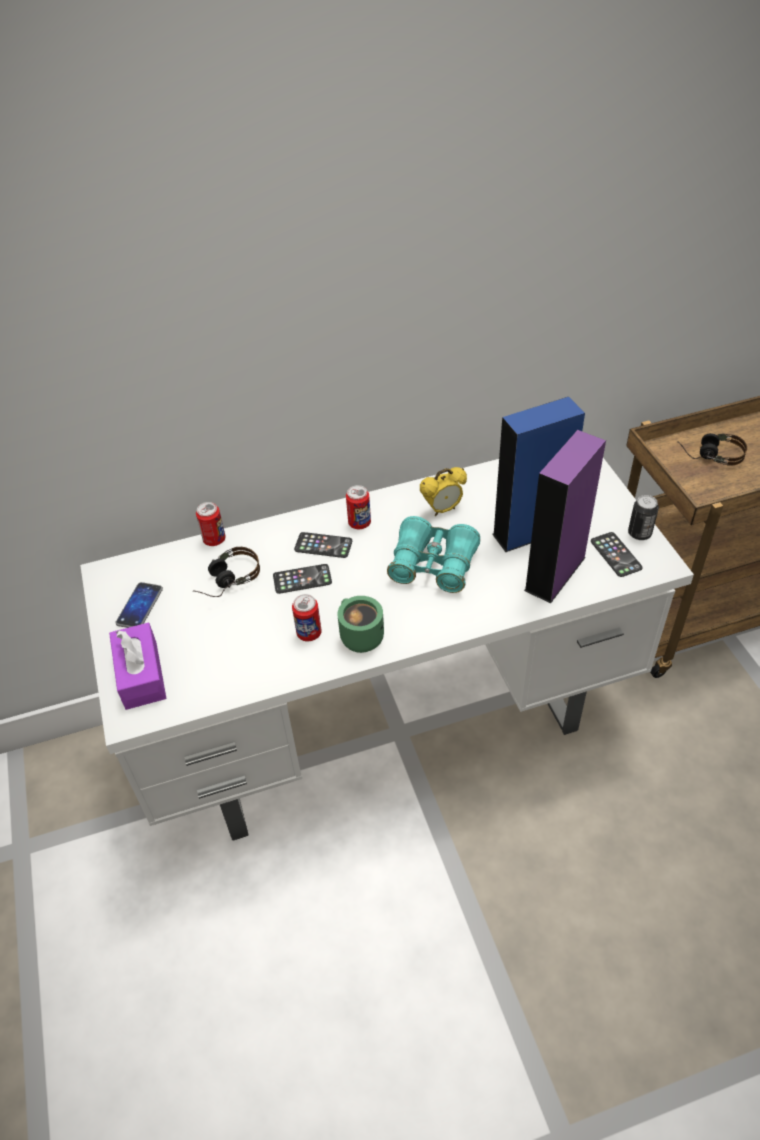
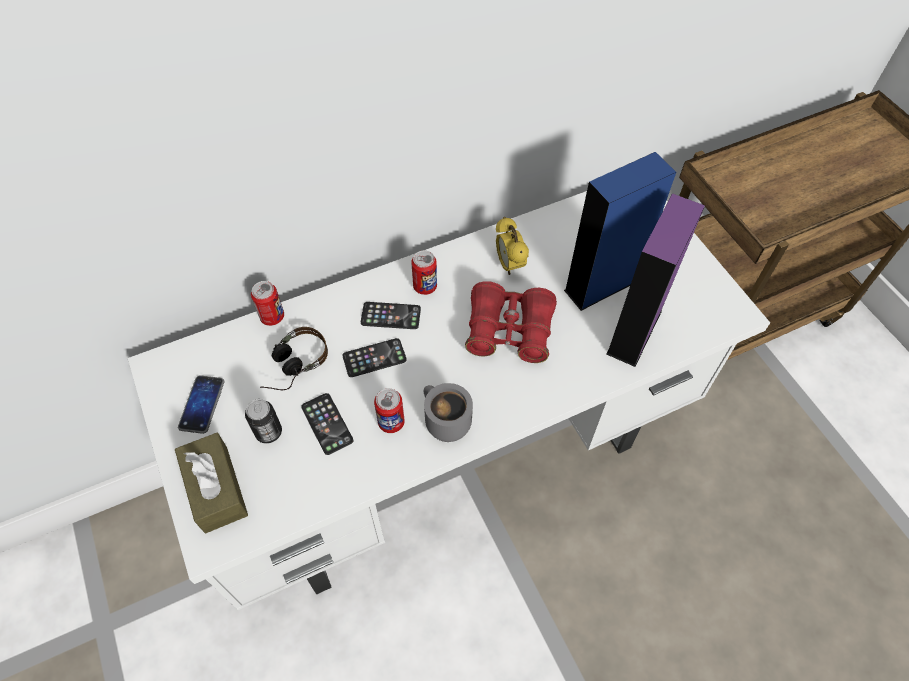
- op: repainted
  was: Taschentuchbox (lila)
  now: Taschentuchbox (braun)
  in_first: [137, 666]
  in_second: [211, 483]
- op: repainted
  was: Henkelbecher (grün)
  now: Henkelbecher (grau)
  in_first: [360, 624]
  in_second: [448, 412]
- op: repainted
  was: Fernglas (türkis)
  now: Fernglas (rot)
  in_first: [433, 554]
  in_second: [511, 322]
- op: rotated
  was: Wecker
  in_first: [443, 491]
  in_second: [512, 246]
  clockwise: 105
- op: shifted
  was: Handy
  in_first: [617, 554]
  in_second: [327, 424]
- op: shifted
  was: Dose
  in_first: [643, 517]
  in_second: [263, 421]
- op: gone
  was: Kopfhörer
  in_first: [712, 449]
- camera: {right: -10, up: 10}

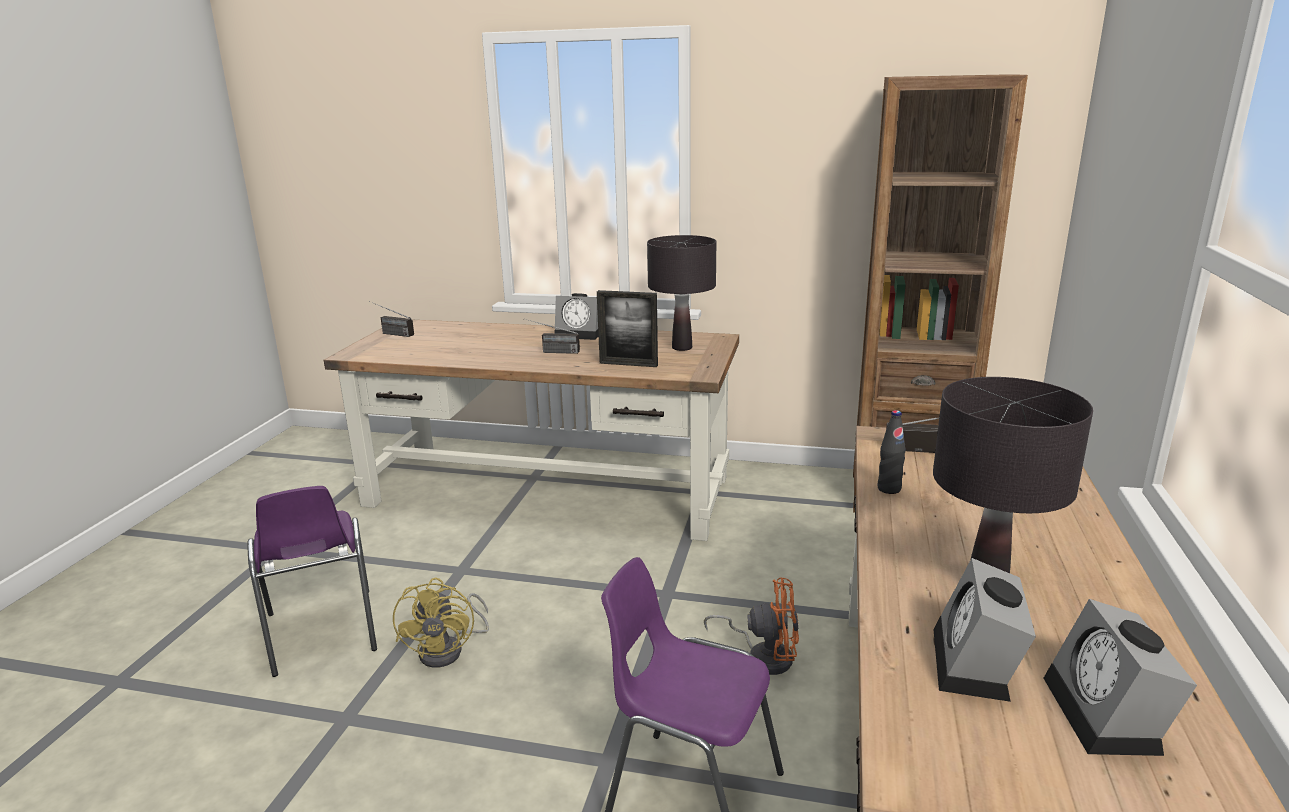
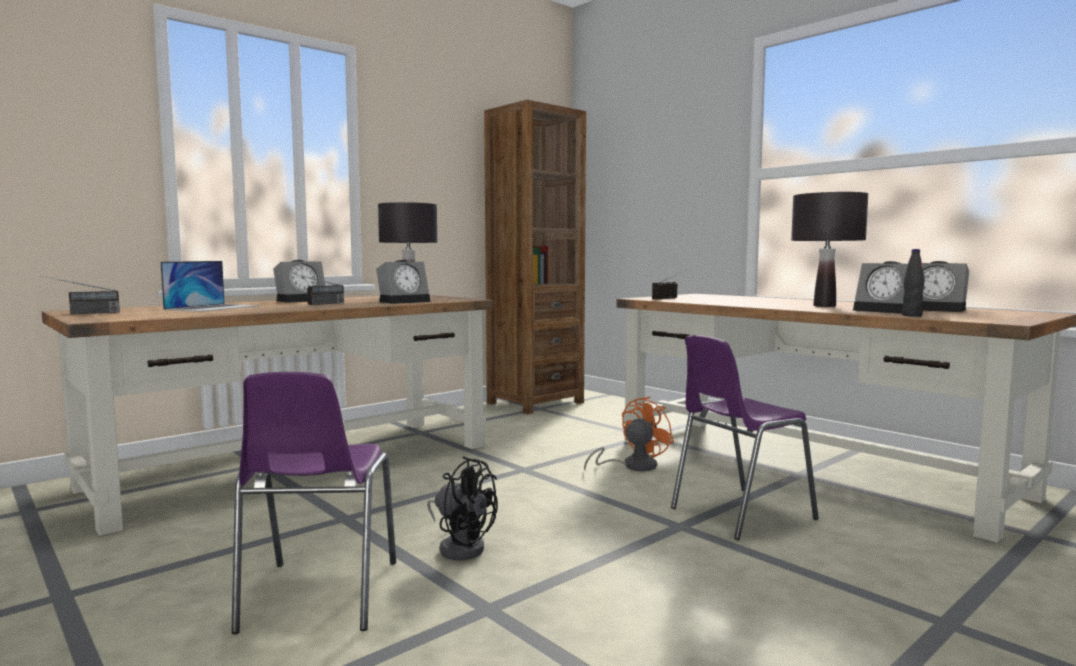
- op: rotated
  was: Stuhl (lila)
  in_first: [312, 581]
  in_second: [313, 503]
  clockwise: 75
- op: repainted
  was: Ventilator (gelb)
  now: Ventilator (schwarz)
  in_first: [441, 623]
  in_second: [462, 508]
- op: swapped
  was: Bilderrahmen
  now: Wecker
  in_first: [627, 328]
  in_second: [403, 282]
- op: shifted
  was: Flasche (schwarz)
  in_first: [892, 452]
  in_second: [913, 283]
- op: new
  now: Laptop
  in_second: [210, 286]
- camera: {right: -55, up: -15}

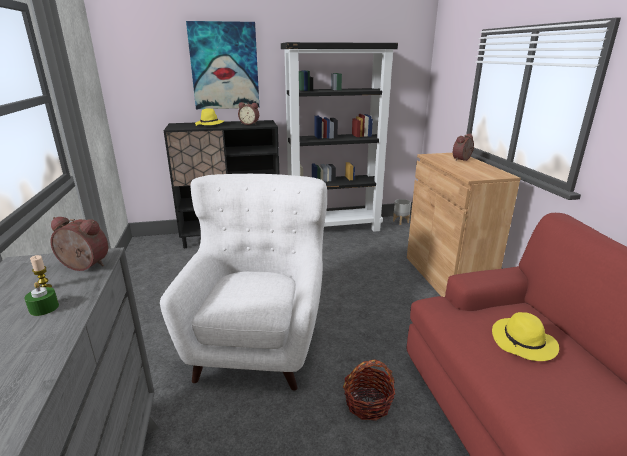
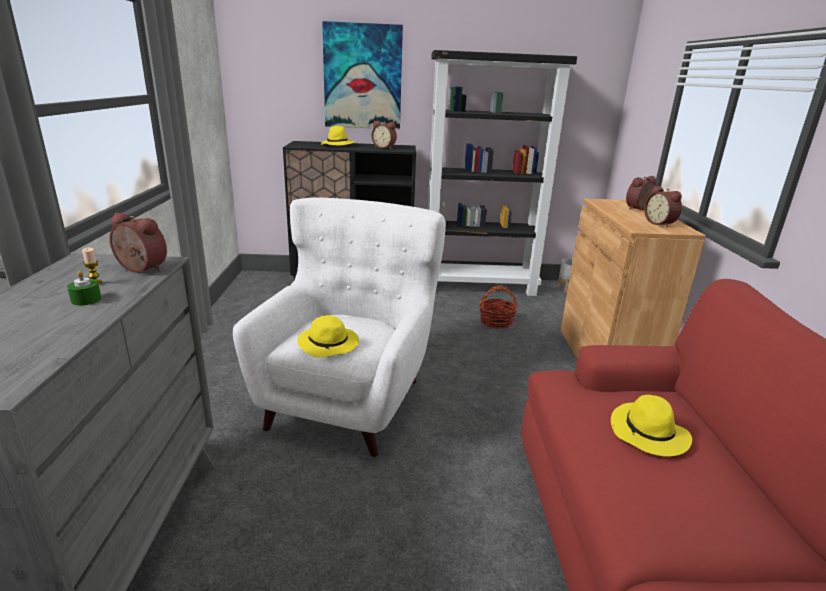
- op: shifted
  was: Korb
  in_first: [369, 390]
  in_second: [498, 307]
- op: new
  now: Hut (gelb)
  in_second: [328, 336]
- op: new
  now: Wecker
  in_second: [663, 206]
- camera: {right: 10, up: 0}

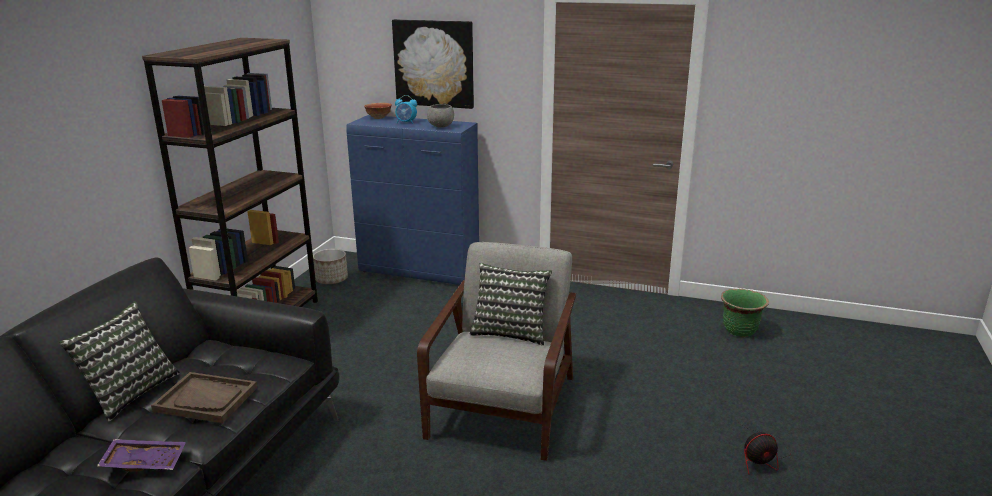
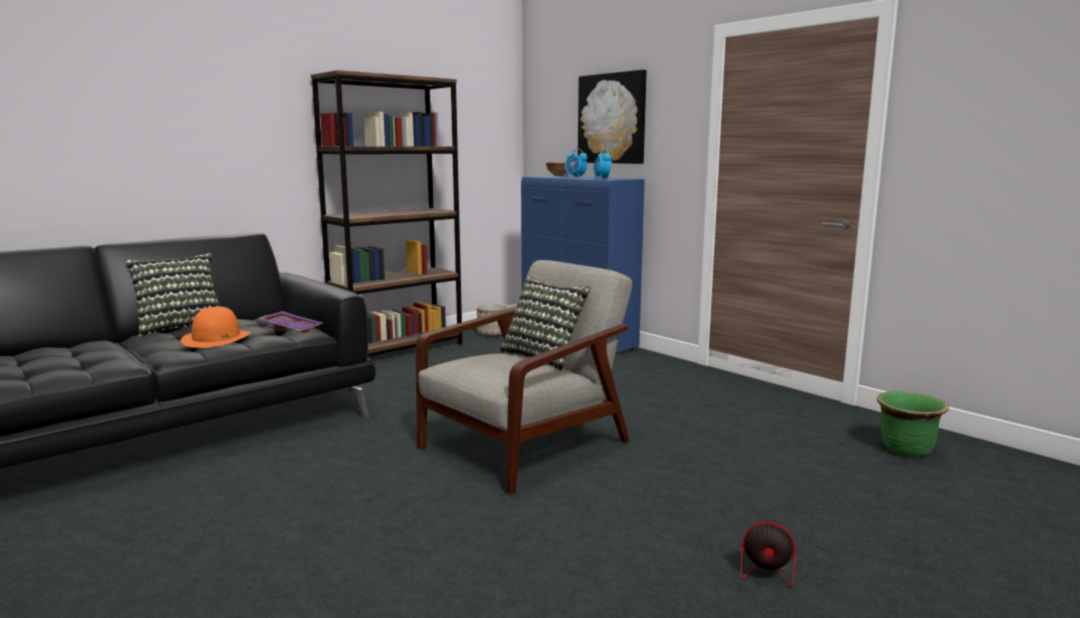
- op: shifted
  was: Tablett (lila)
  in_first: [141, 455]
  in_second: [291, 322]
- op: swapped
  was: Tablett (braun)
  now: Hut (orange)
  in_first: [204, 397]
  in_second: [216, 327]
- op: swapped
  was: Schüssel (grau)
  now: Wecker
  in_first: [440, 116]
  in_second: [602, 164]
- camera: {right: 30, up: -10}

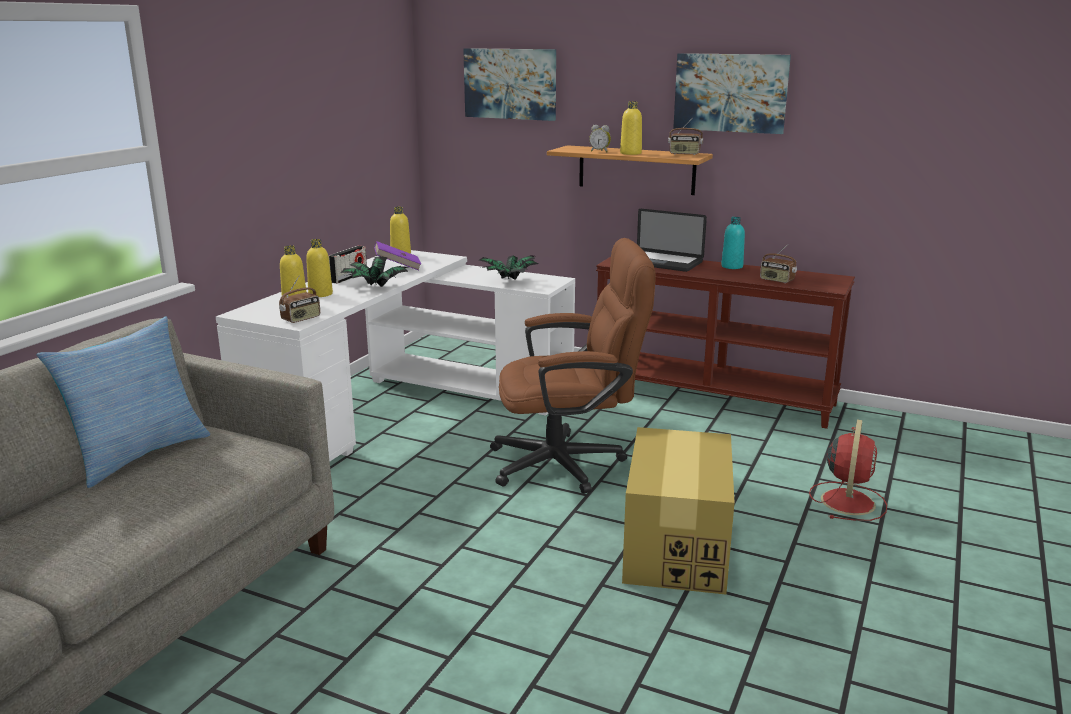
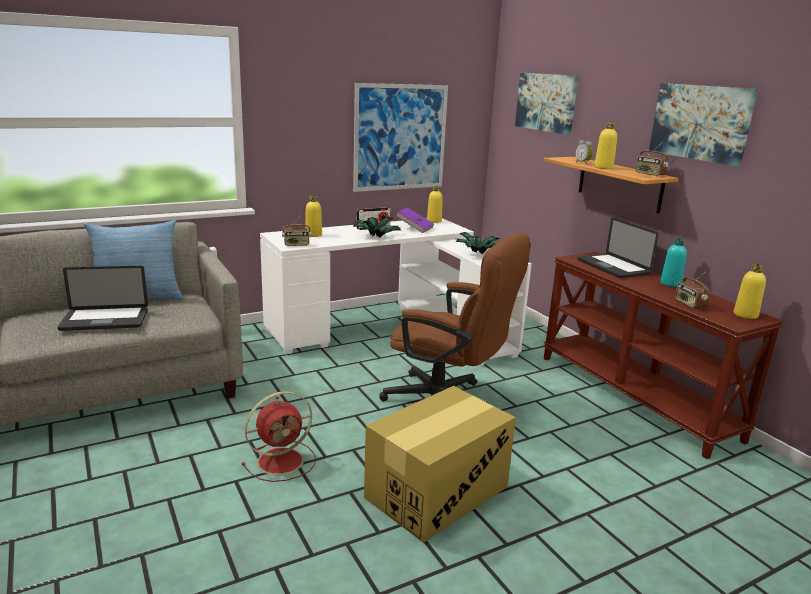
- op: shifted
  was: Flasche (gelb)
  in_first: [319, 268]
  in_second: [750, 291]
- op: shifted
  was: Ventilator (rot)
  in_first: [848, 470]
  in_second: [279, 436]
- op: new
  now: Laptop
  in_second: [102, 298]
- op: new
  now: Bild
  in_second: [400, 137]
- camera: {right: 35, up: 0}

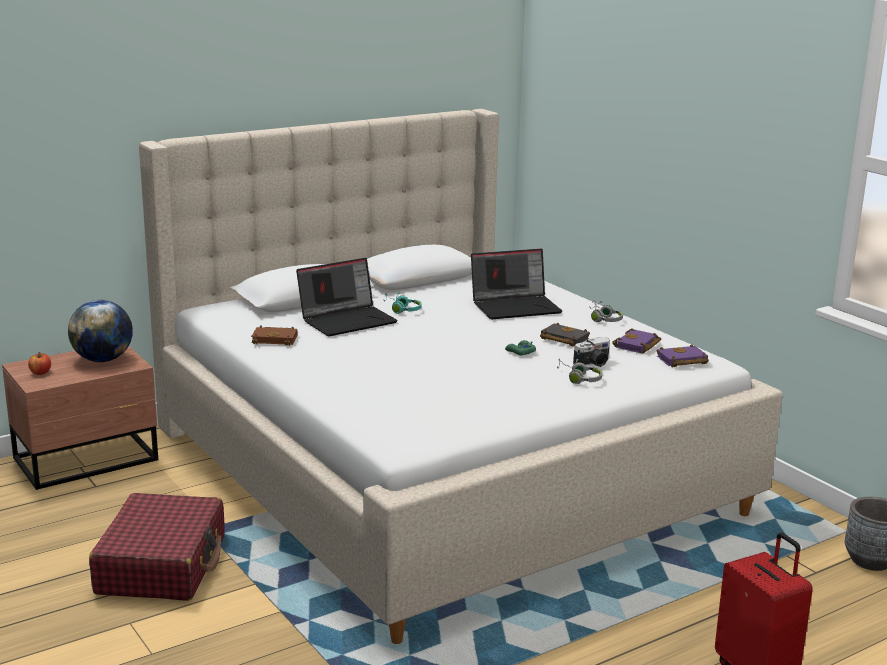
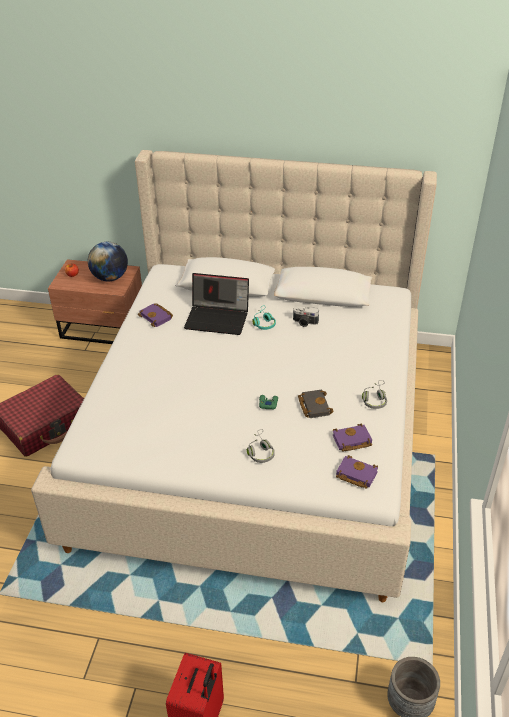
- op: repainted
  was: Buch (braun)
  now: Buch (lila)
  in_first: [274, 336]
  in_second: [155, 315]
- op: gone
  was: Laptop
  in_first: [516, 284]
- op: shifted
  was: Kamera
  in_first: [591, 352]
  in_second: [306, 316]
- camera: {right: 45, up: 20}

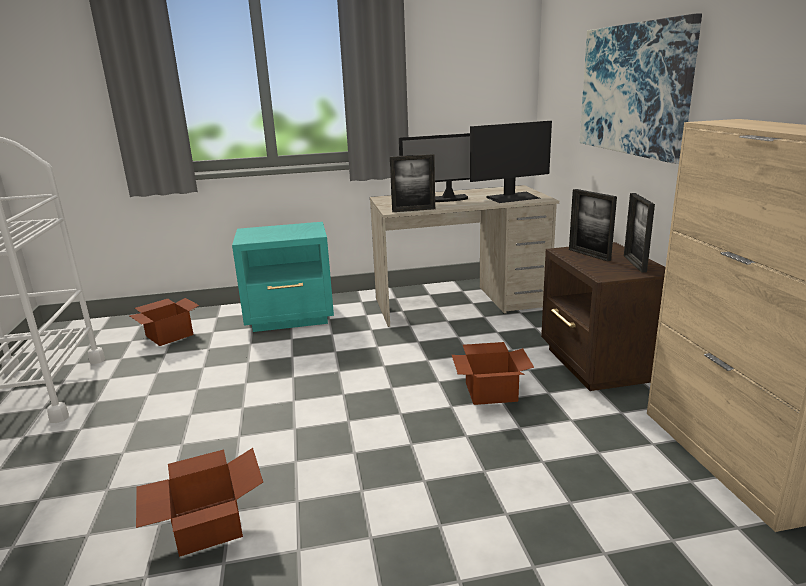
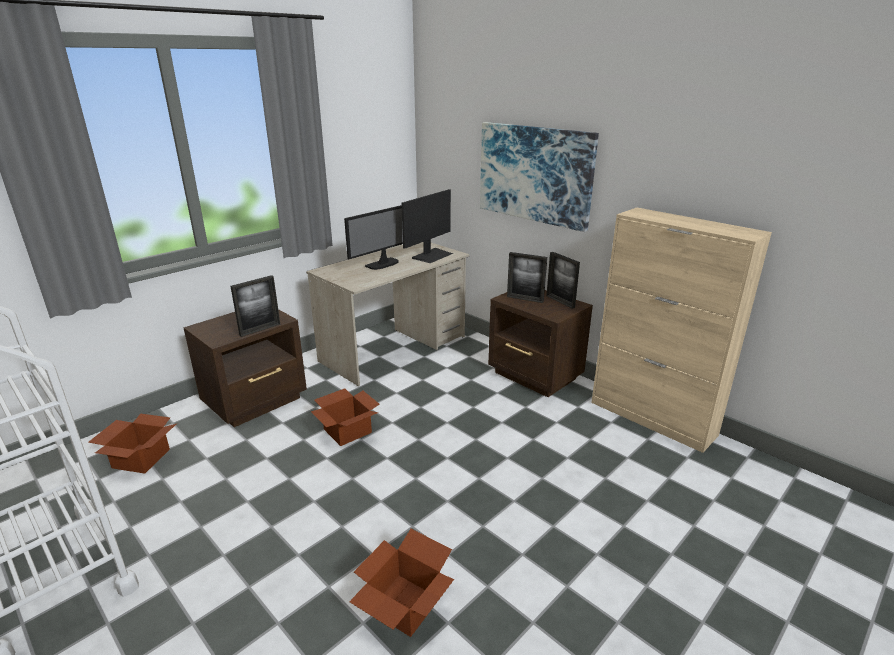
- op: repainted
  was: Nachttisch (türkis)
  now: Nachttisch (braun)
  in_first: [283, 277]
  in_second: [245, 368]
- op: shifted
  was: Bilderrahmen
  in_first: [412, 183]
  in_second: [255, 306]
- op: shifted
  was: Karton
  in_first: [493, 373]
  in_second: [345, 417]
- camera: {right: -35, up: 5}

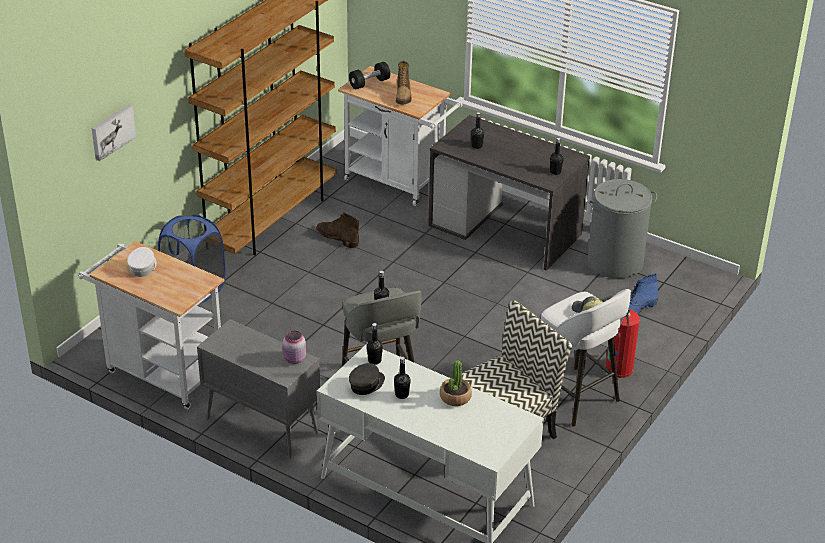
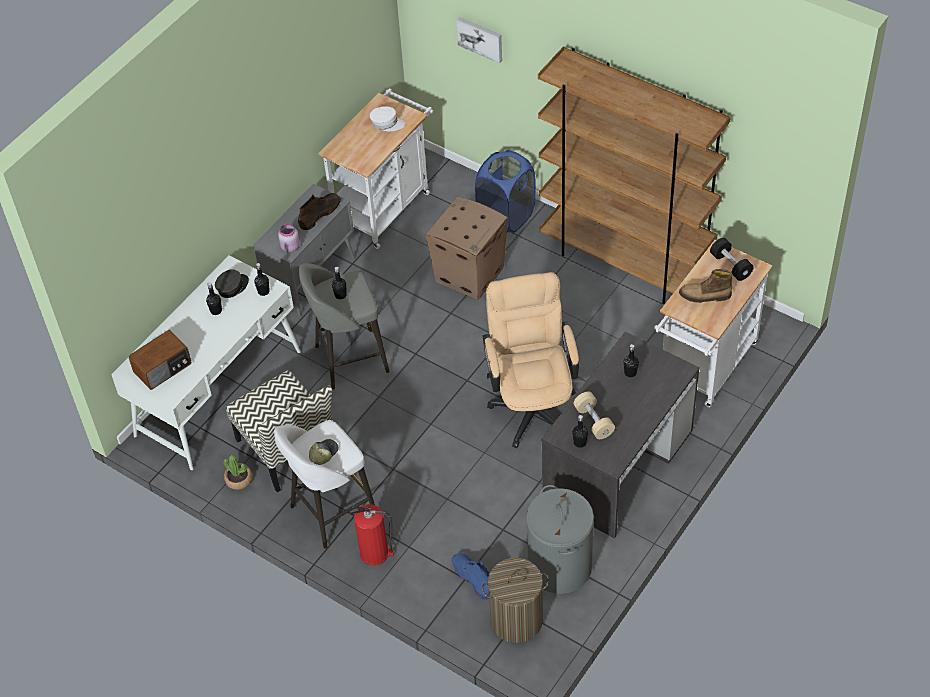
- op: shifted
  was: Stiefel (braun)
  in_first: [337, 230]
  in_second: [319, 211]
- op: rotated
  was: Kappe (grau)
  in_first: [367, 379]
  in_second: [232, 283]
  clockwise: -90
- op: shifted
  was: Topfpflanze
  in_first: [456, 383]
  in_second: [238, 472]
- op: new
  now: Radio
  in_second: [160, 360]
- op: new
  now: Karton
  in_second: [467, 248]
- op: new
  now: Wäschekorb
  in_second: [515, 600]
- op: new
  now: Bürostuhl (beige)
  in_second: [531, 360]
- op: new
  now: Hantel (beige)
  in_second: [594, 415]
- camera: {right: 95, up: 15}

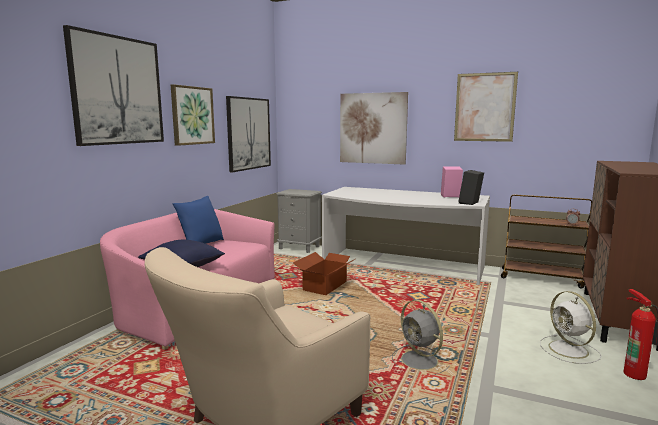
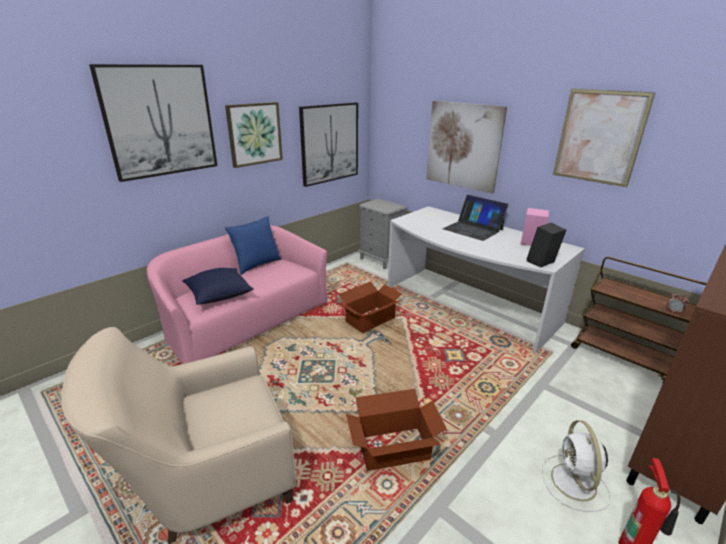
- op: swapped
  was: Ventilator (grau)
  now: Karton
  in_first: [421, 337]
  in_second: [396, 430]
- op: new
  now: Laptop
  in_second: [475, 218]
- camera: {right: 20, up: 15}

